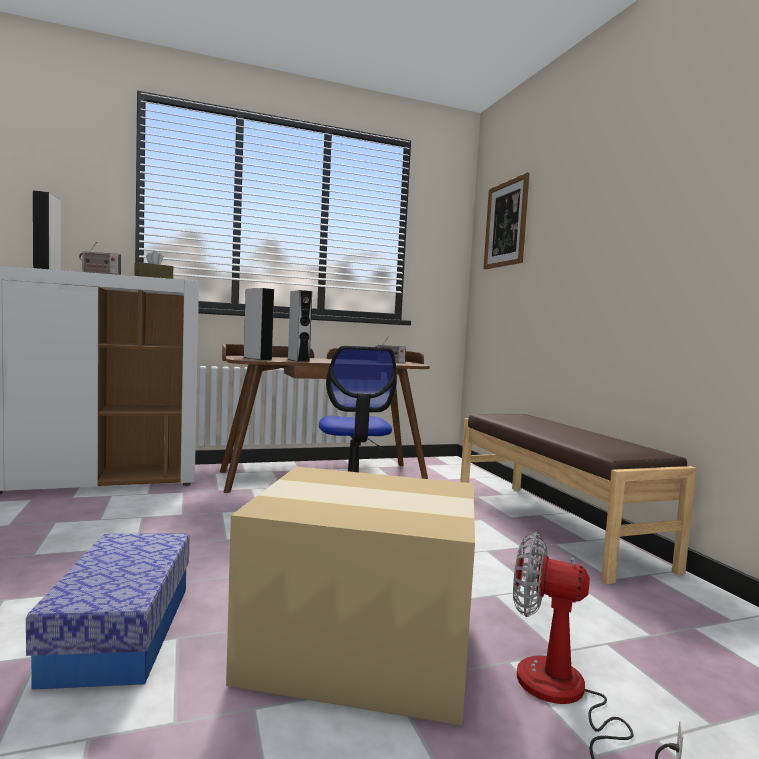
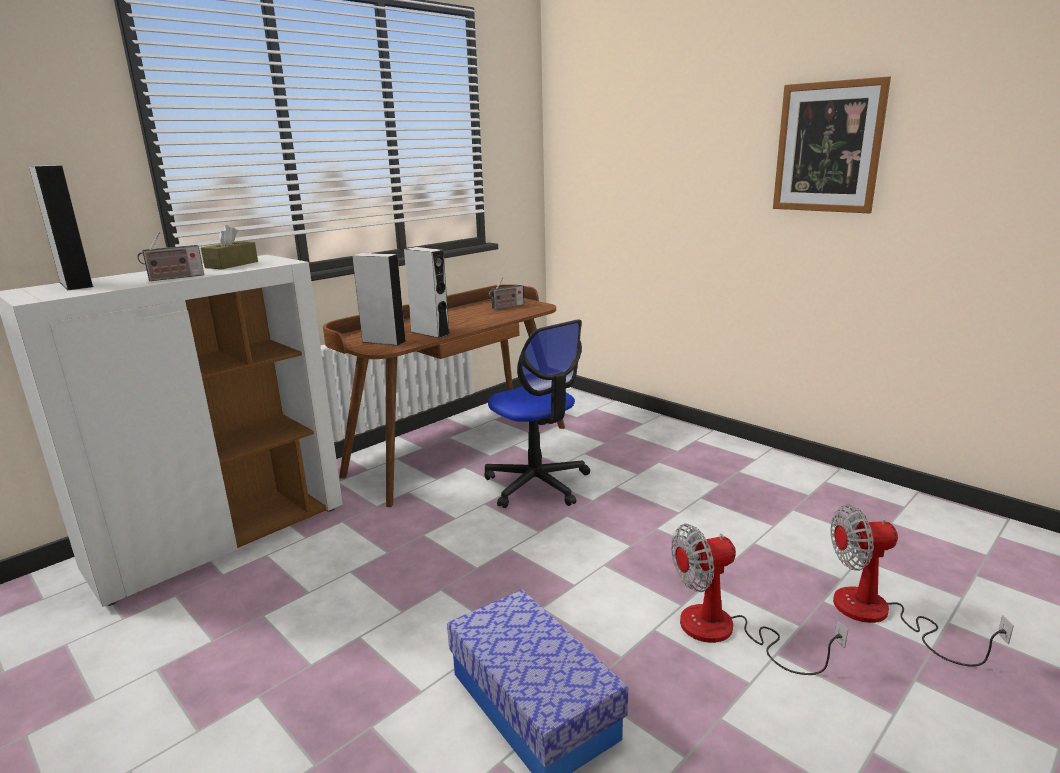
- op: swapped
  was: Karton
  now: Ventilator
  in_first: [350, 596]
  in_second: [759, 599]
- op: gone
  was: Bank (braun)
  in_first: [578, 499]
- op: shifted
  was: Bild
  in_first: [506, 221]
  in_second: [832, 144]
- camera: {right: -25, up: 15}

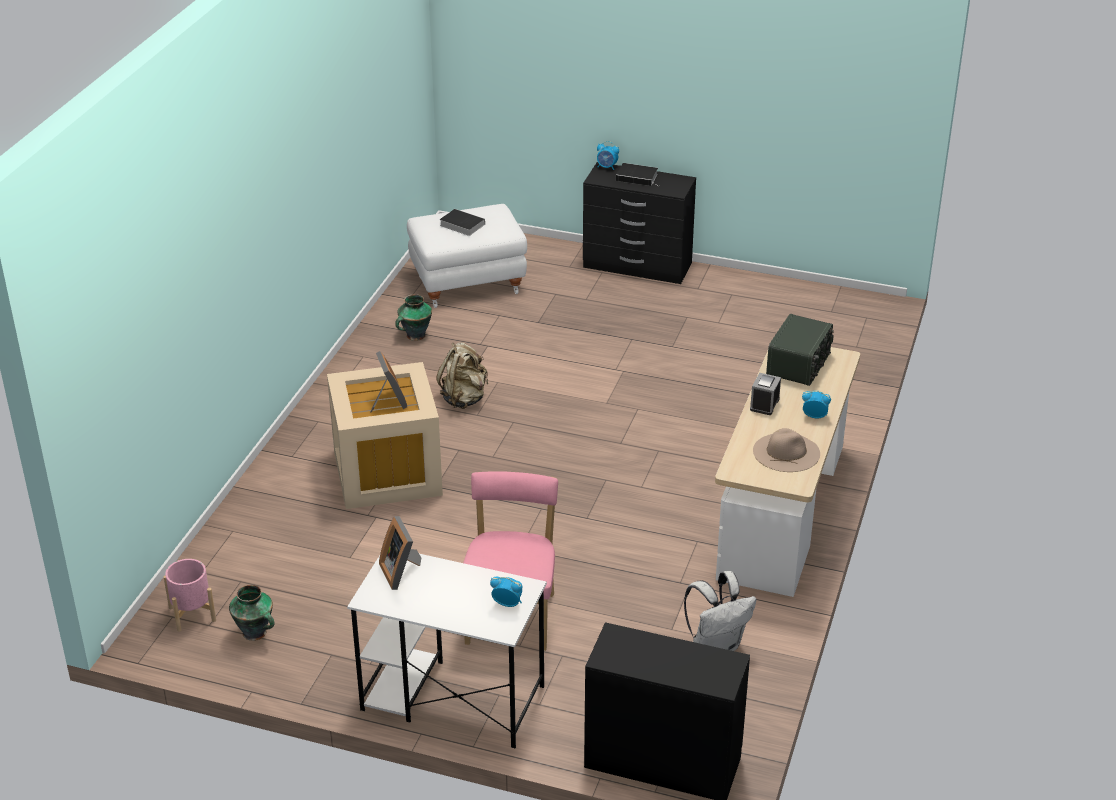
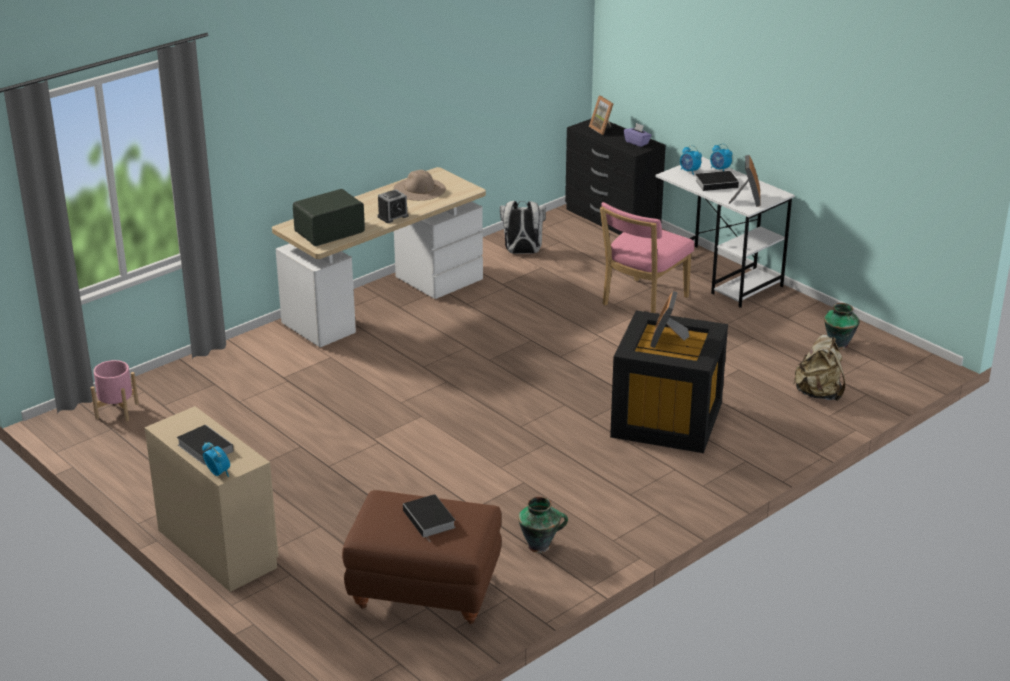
- op: shifted
  was: Pflanzkübel (rosa)
  in_first: [190, 595]
  in_second: [115, 390]
- op: repainted
  was: Aufbewahrungsbox (beige)
  now: Aufbewahrungsbox (schwarz)
  in_first: [385, 435]
  in_second: [669, 381]
- op: repainted
  was: Polsterhocker (weiß)
  now: Polsterhocker (braun)
  in_first: [467, 256]
  in_second: [422, 557]
- op: shifted
  was: Rucksack (beige)
  in_first: [462, 375]
  in_second: [819, 368]
- op: repainted
  was: Kommode (schwarz)
  now: Kommode (beige)
  in_first: [639, 223]
  in_second: [212, 499]
- op: shifted
  was: Wecker
  in_first: [816, 404]
  in_second: [721, 157]
- op: new
  now: Bilderrahmen
  in_second: [601, 115]
- op: new
  now: Taschentuchbox (lila)
  in_second: [638, 135]
- op: new
  now: Buch
  in_second: [719, 181]
- camera: {right: -150, up: -5}

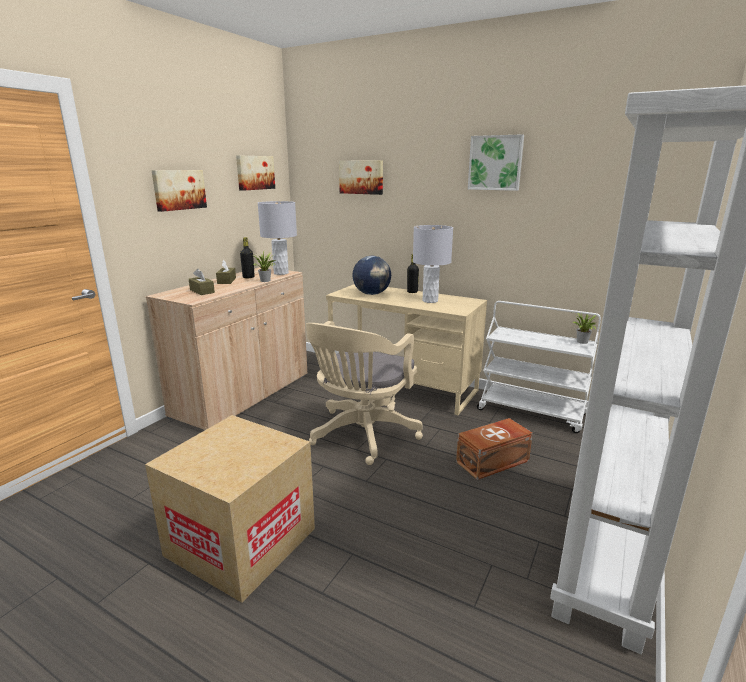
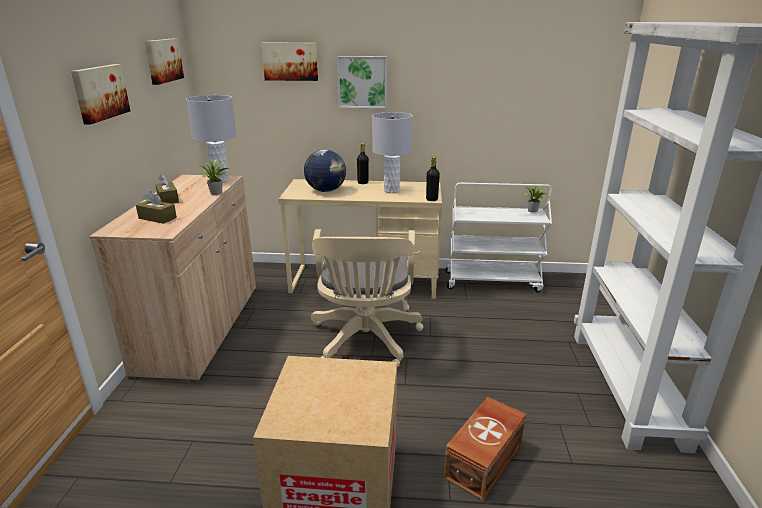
- op: shifted
  was: Flasche (schwarz)
  in_first: [247, 257]
  in_second: [433, 179]
- op: shifted
  was: Aufbewahrungsbox (braun)
  in_first: [494, 449]
  in_second: [485, 449]
- op: shifted
  was: Bild
  in_first: [496, 162]
  in_second: [362, 82]
- camera: {right: -25, up: 5}

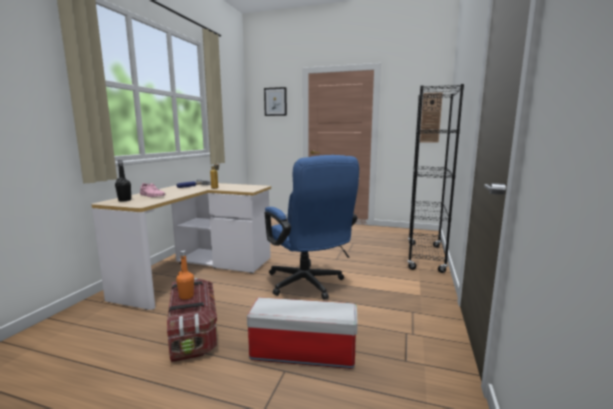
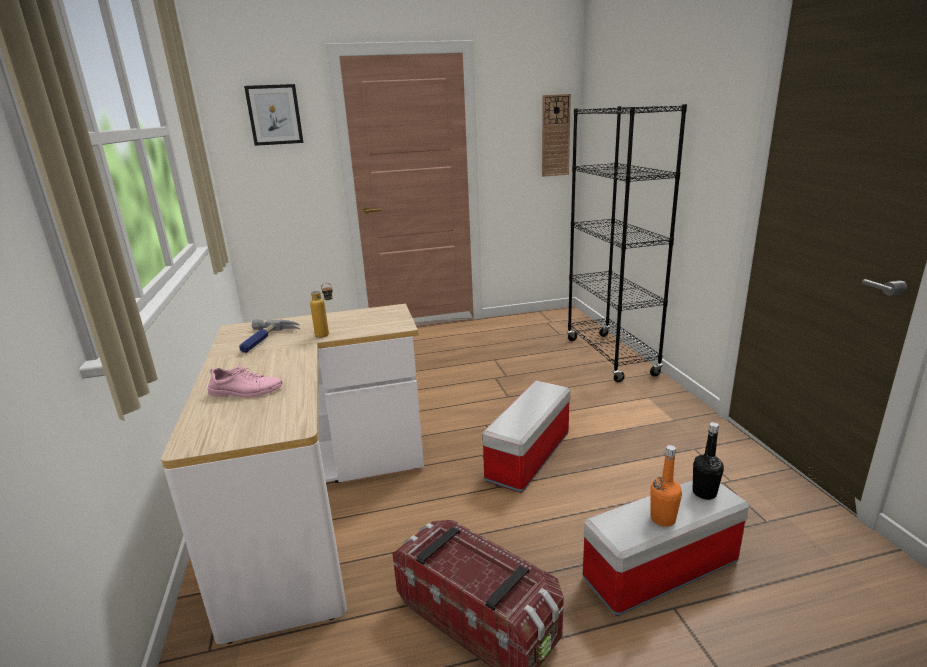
- op: shifted
  was: Flasche (schwarz)
  in_first: [123, 180]
  in_second: [708, 461]
- op: shifted
  was: Flasche (orange)
  in_first: [185, 275]
  in_second: [666, 486]
- op: swapped
  was: Bürostuhl (blau)
  now: Aufbewahrungsbox
  in_first: [312, 227]
  in_second: [526, 436]
- camera: {right: -30, up: 10}

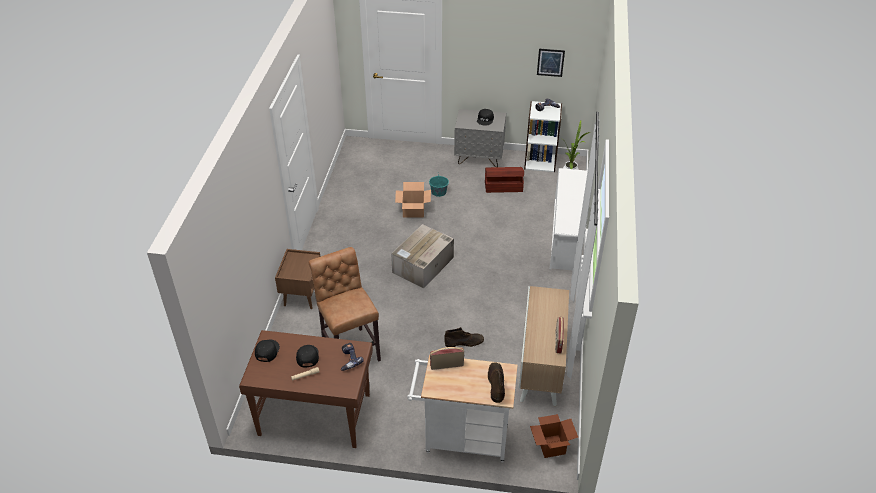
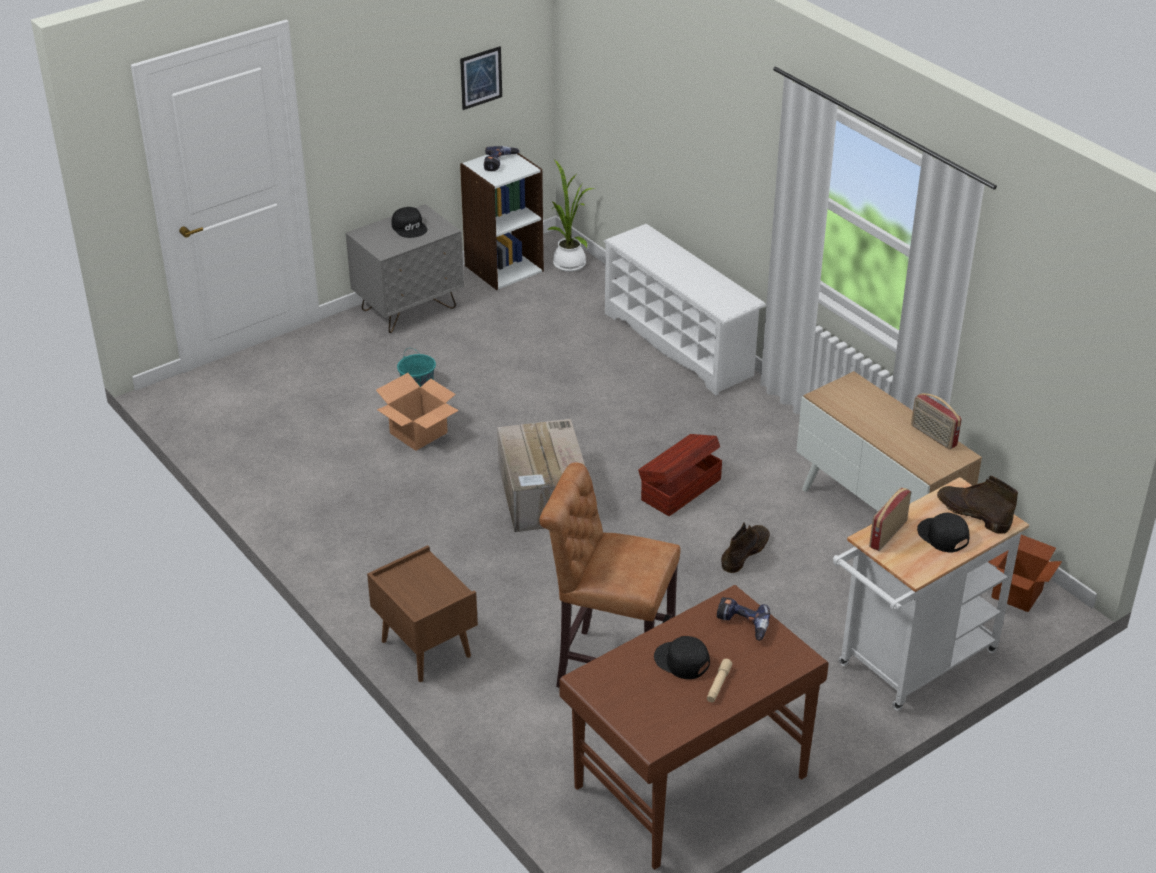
- op: shifted
  was: Kappe (schwarz)
  in_first: [267, 351]
  in_second: [943, 533]
- op: shifted
  was: Aufbewahrungsbox (braun)
  in_first: [504, 180]
  in_second: [680, 475]
- camera: {right: -45, up: -5}

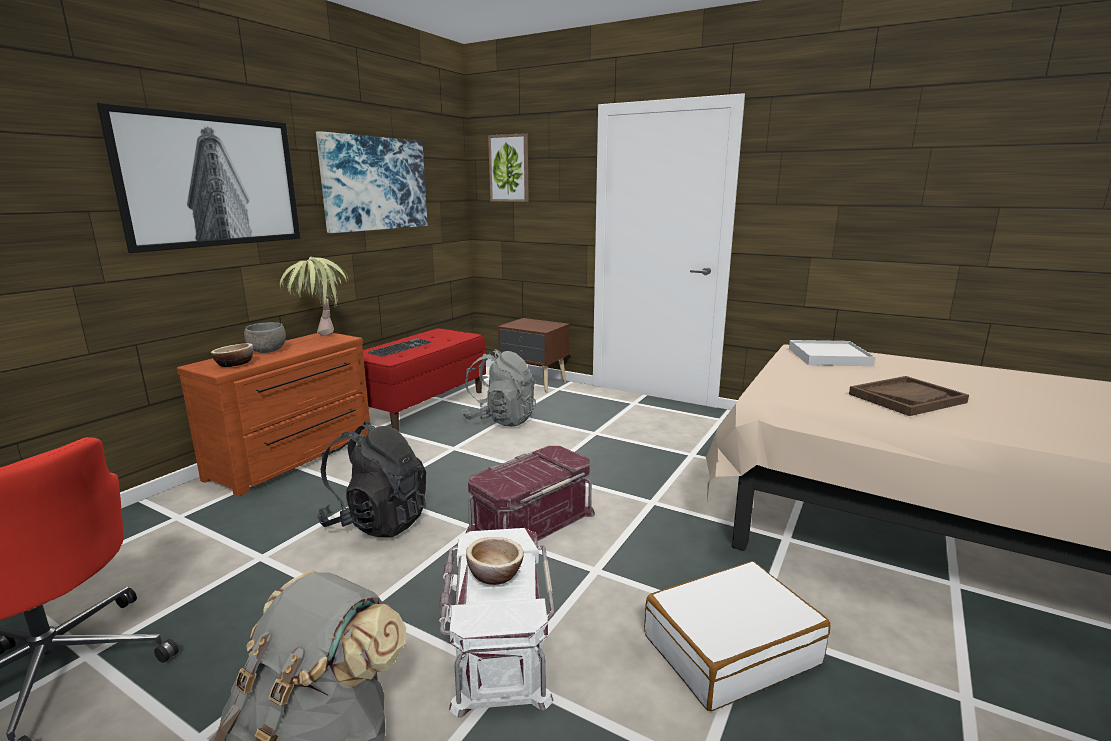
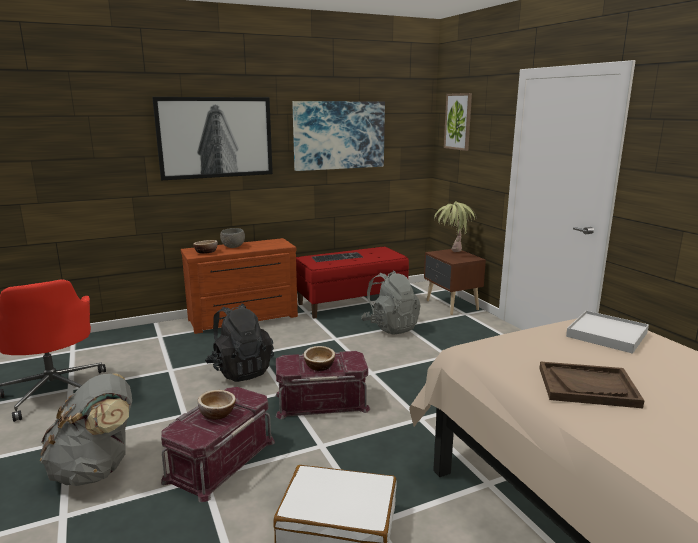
- op: shifted
  was: Topfpflanze
  in_first: [314, 296]
  in_second: [455, 226]
- op: repainted
  was: Aufbewahrungsbox (weiß)
  now: Aufbewahrungsbox (rot)
  in_first: [497, 623]
  in_second: [218, 444]
- op: new
  now: Schüssel
  in_second: [319, 358]
- camera: {right: 35, up: 0}

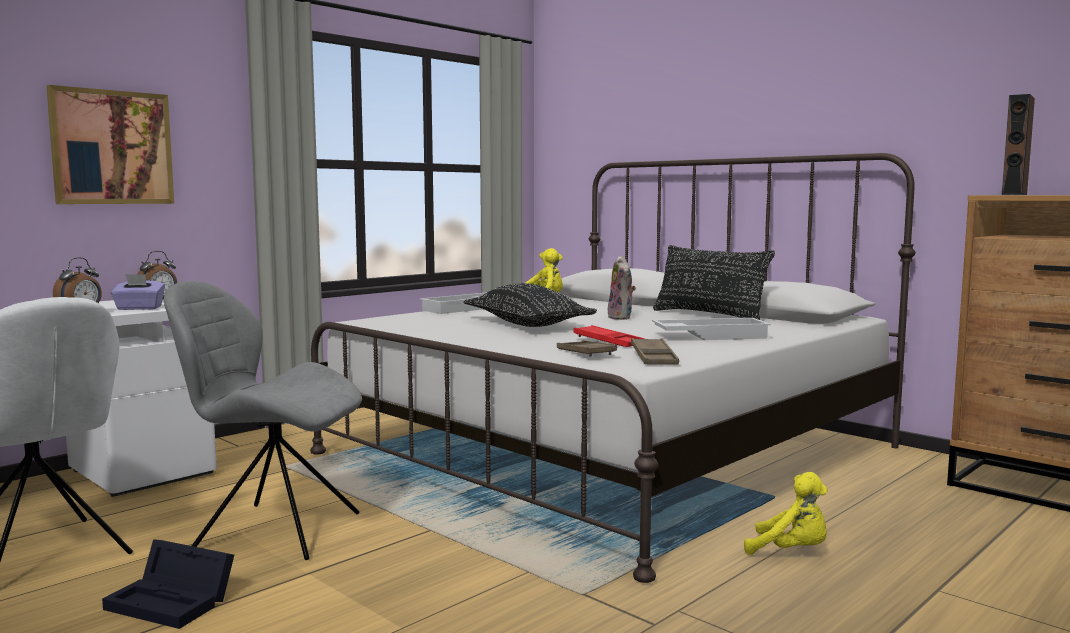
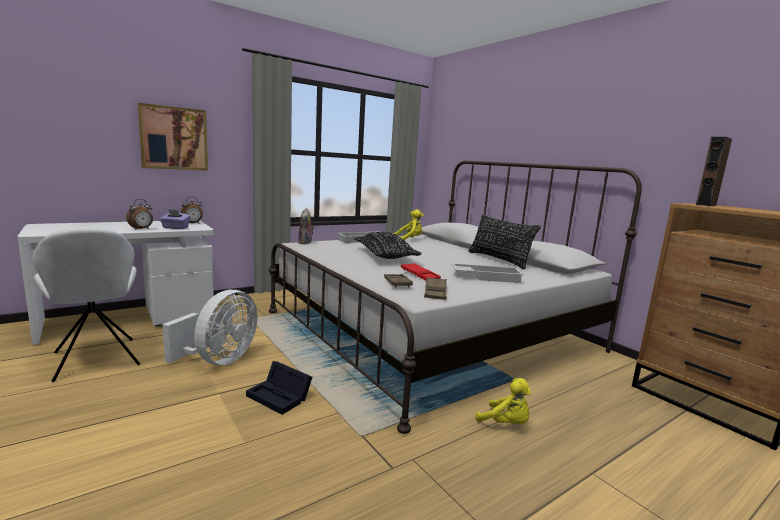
- op: shifted
  was: Aufbewahrungsbox (schwarz)
  in_first: [168, 584]
  in_second: [279, 388]
- op: swapped
  was: Stuhl (grau)
  now: Ventilator (weiß)
  in_first: [263, 420]
  in_second: [210, 327]
- op: shifted
  was: Plüschtier
  in_first: [622, 287]
  in_second: [306, 226]
- camera: {right: 10, up: 5}

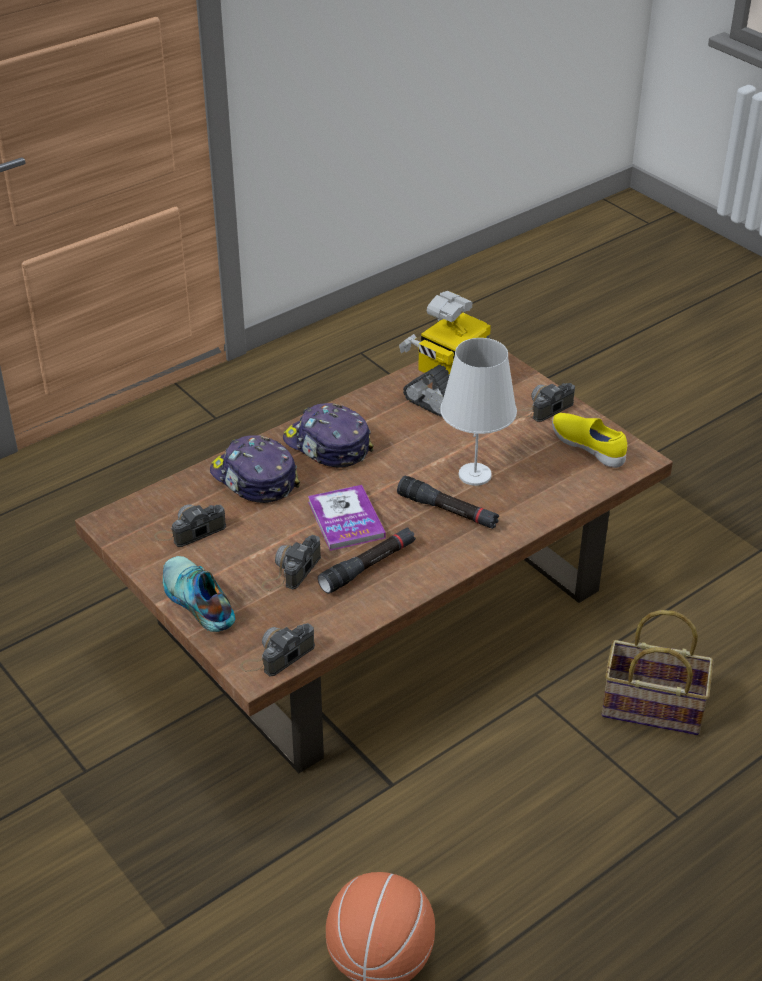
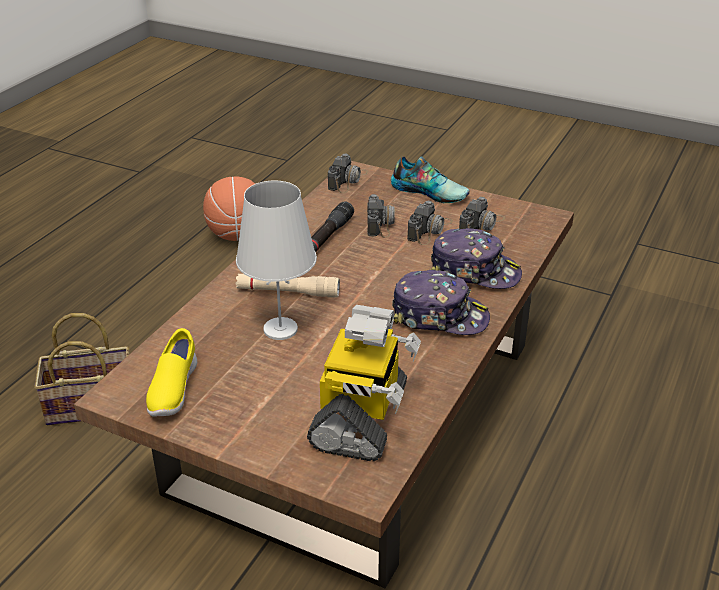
- op: gone
  was: Buch
  in_first: [347, 518]
- op: repainted
  was: Taschenlampe (schwarz)
  now: Taschenlampe (beige)
  in_first: [448, 502]
  in_second: [287, 286]
- op: shifted
  was: Kamera
  in_first: [545, 402]
  in_second: [430, 223]
- op: rotated
  was: Schuh (gelb)
  in_first: [589, 440]
  in_second: [171, 372]
  clockwise: 75
- camera: {right: 155, up: -5}

